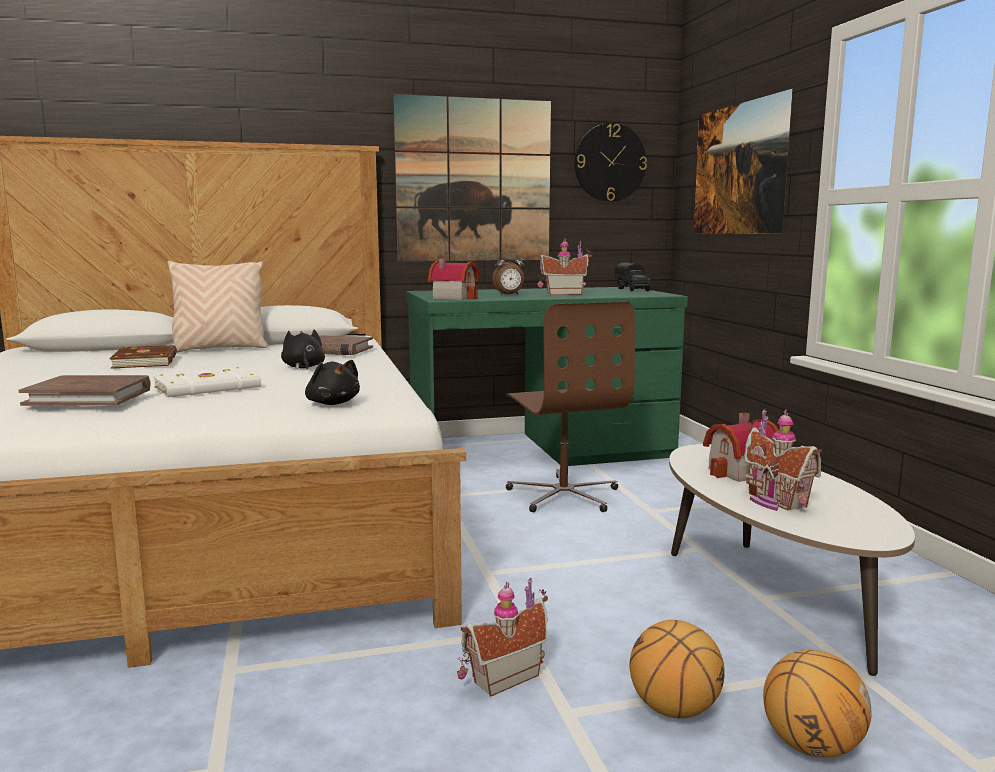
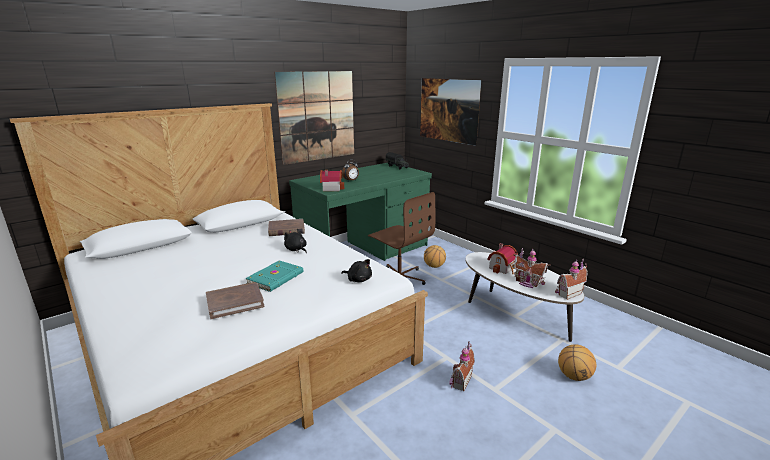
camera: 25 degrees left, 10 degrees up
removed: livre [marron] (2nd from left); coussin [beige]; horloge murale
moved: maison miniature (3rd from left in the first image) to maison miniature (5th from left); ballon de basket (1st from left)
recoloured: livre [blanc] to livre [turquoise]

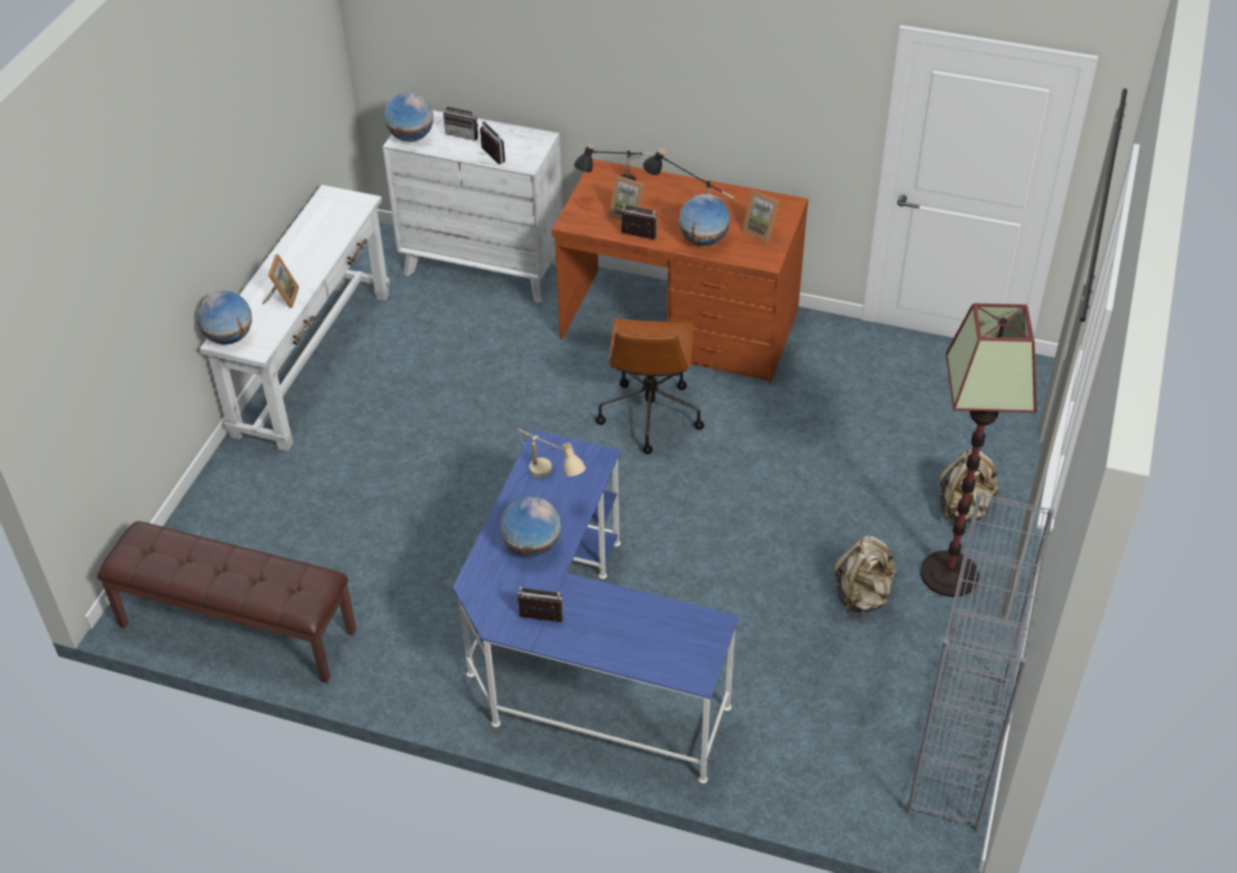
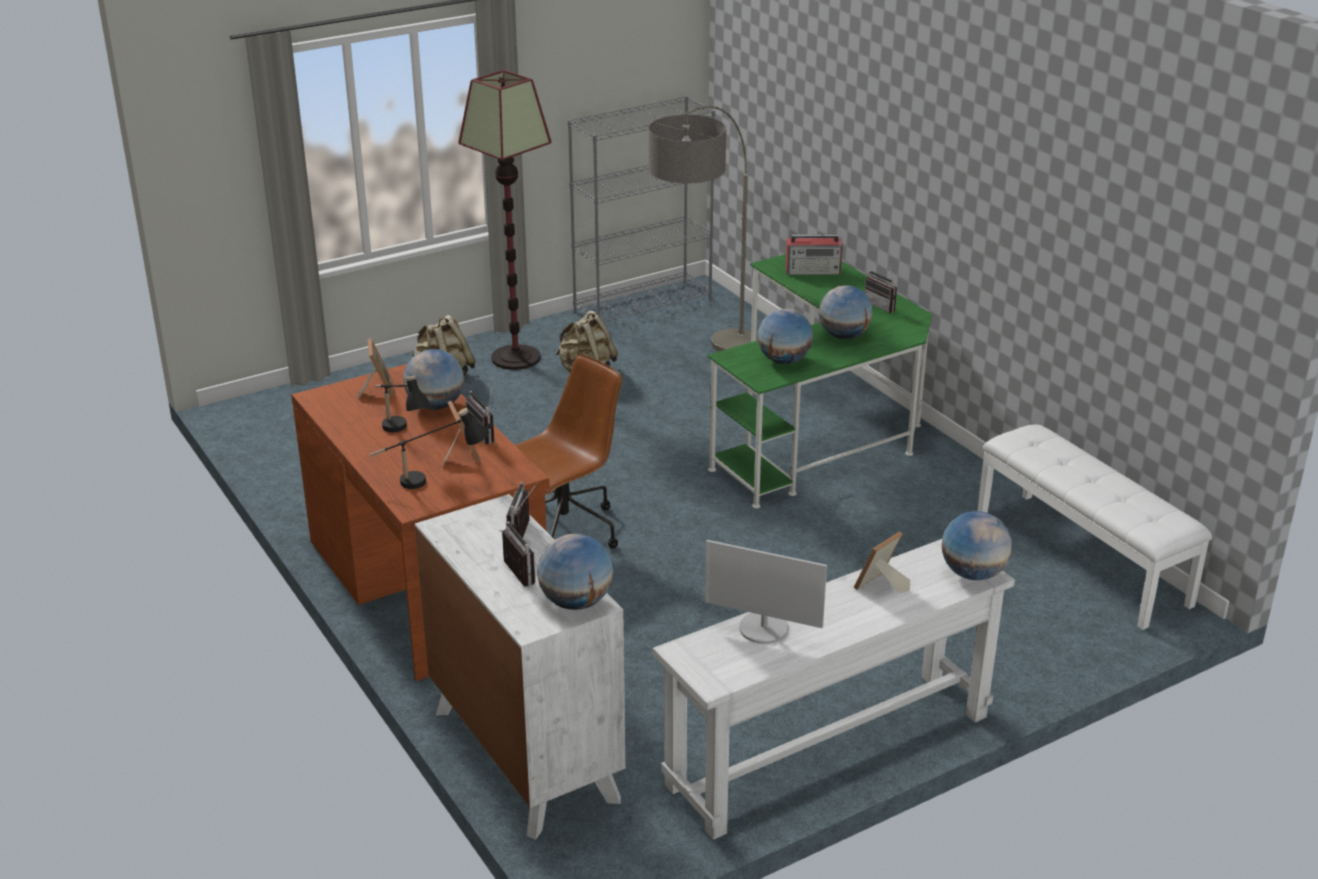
camera: 140 degrees left, 15 degrees down
added: lampadaire (2nd from left); écran d'ordinateur; radio (4th from left)
replaced: lampe de table [beige] to globe (3rd from left)
recoloured: banc [marron] to banc [blanc]; bureau [bleu] to bureau [vert]

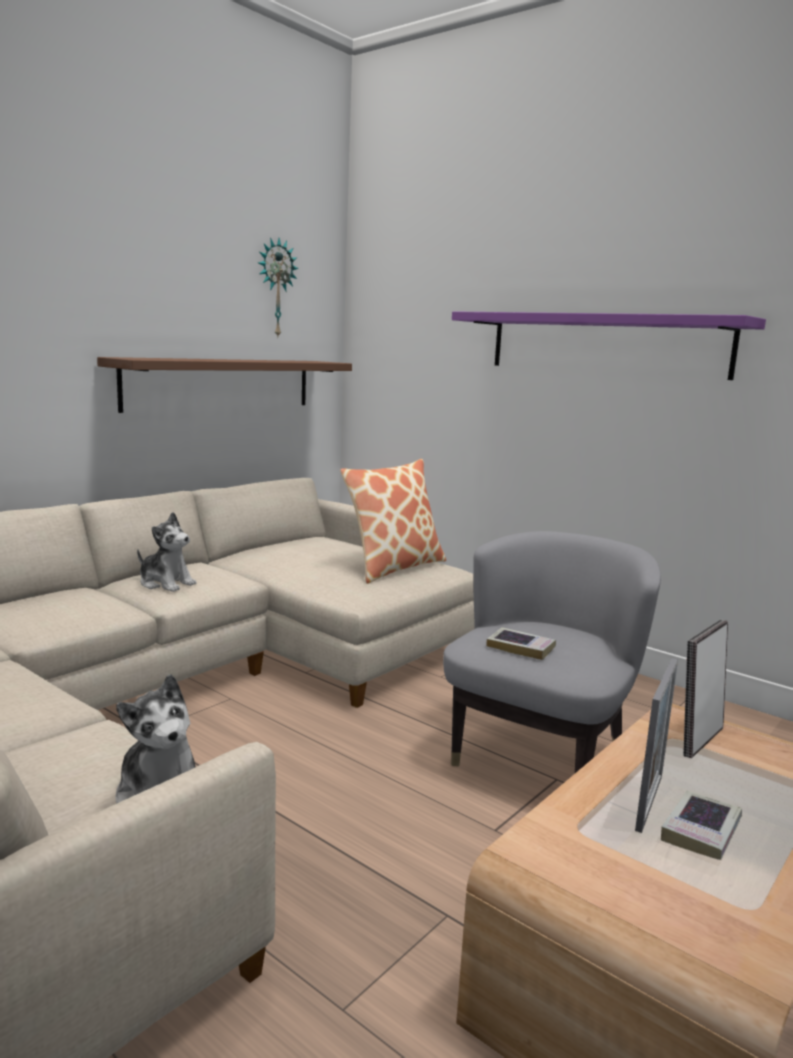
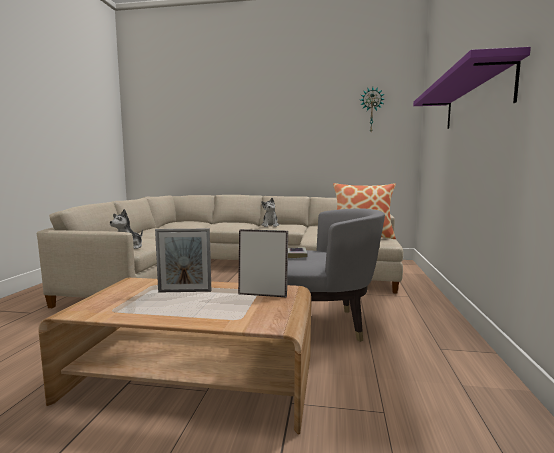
camera: 60 degrees right, 5 degrees down
removed: étagère [marron]; livre (2nd from left)

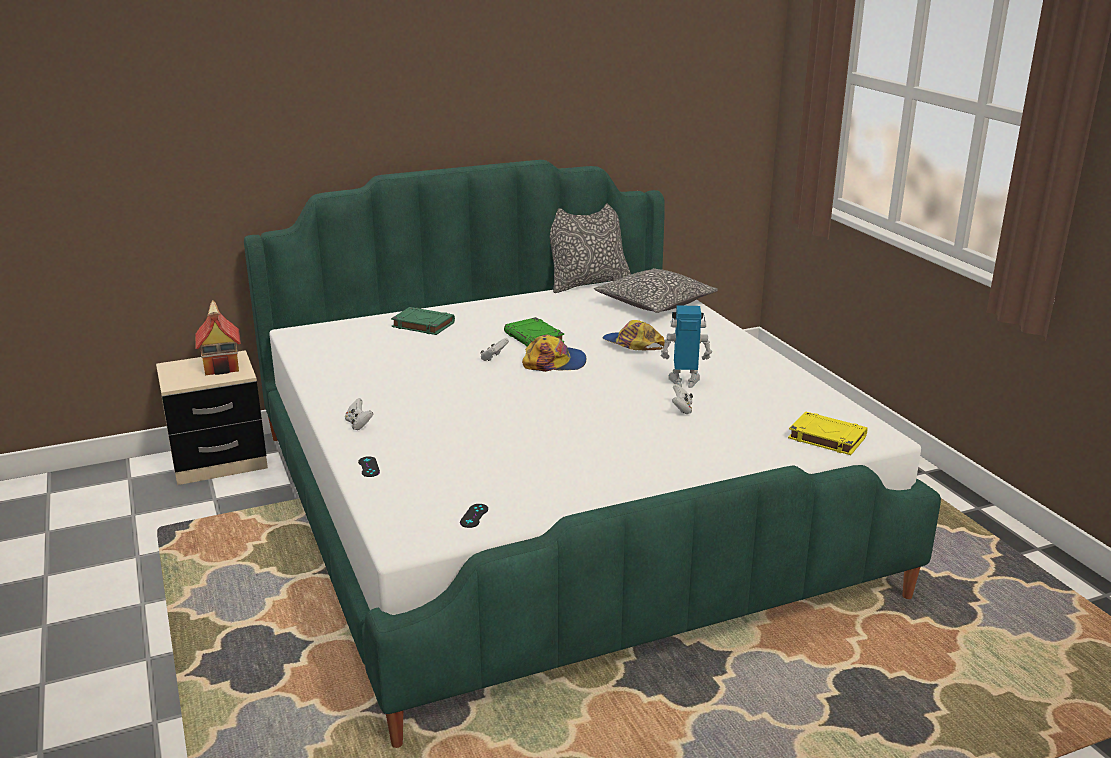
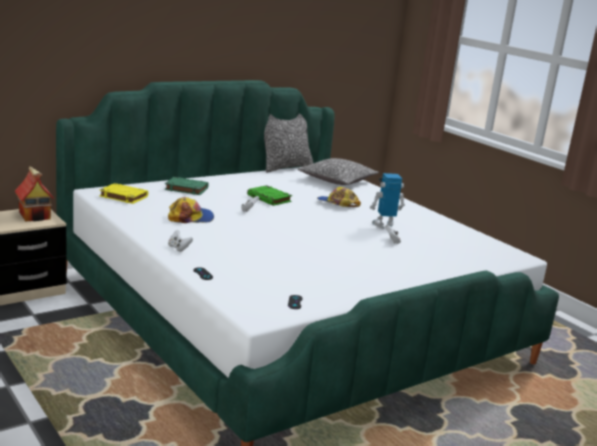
camera: 15 degrees left, 5 degrees down
moved: casquette (1st from left); livre [jaune]

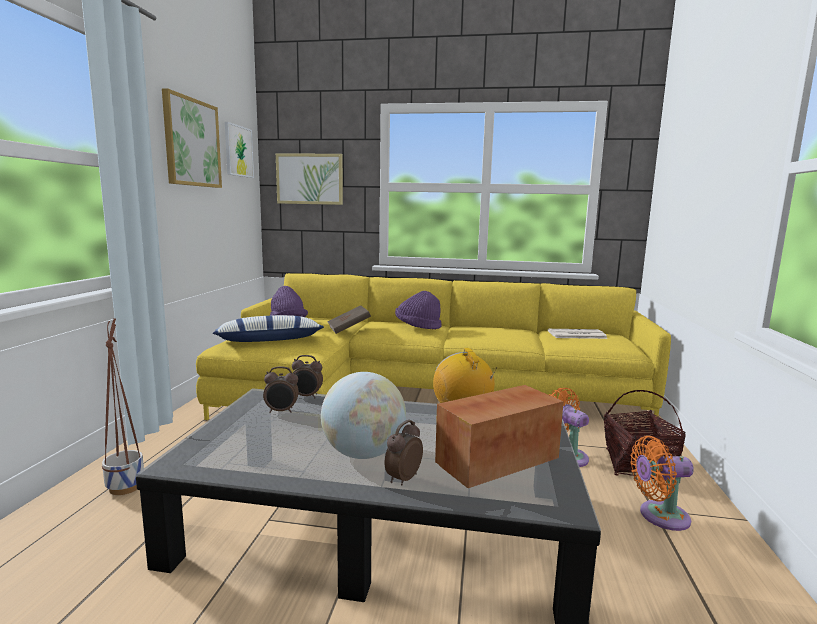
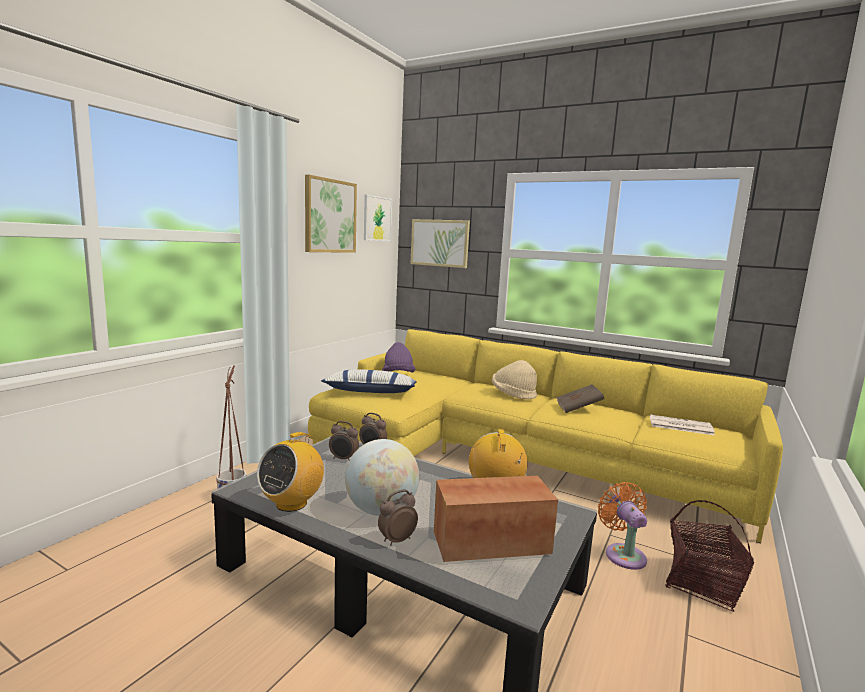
camera: 20 degrees right, 0 degrees up
removed: ventilateur [orange] (2nd from left)
added: radio (1st from left)
moved: livre [marron]
recoloured: chapeau [violet] (2nd from left) to chapeau [beige]

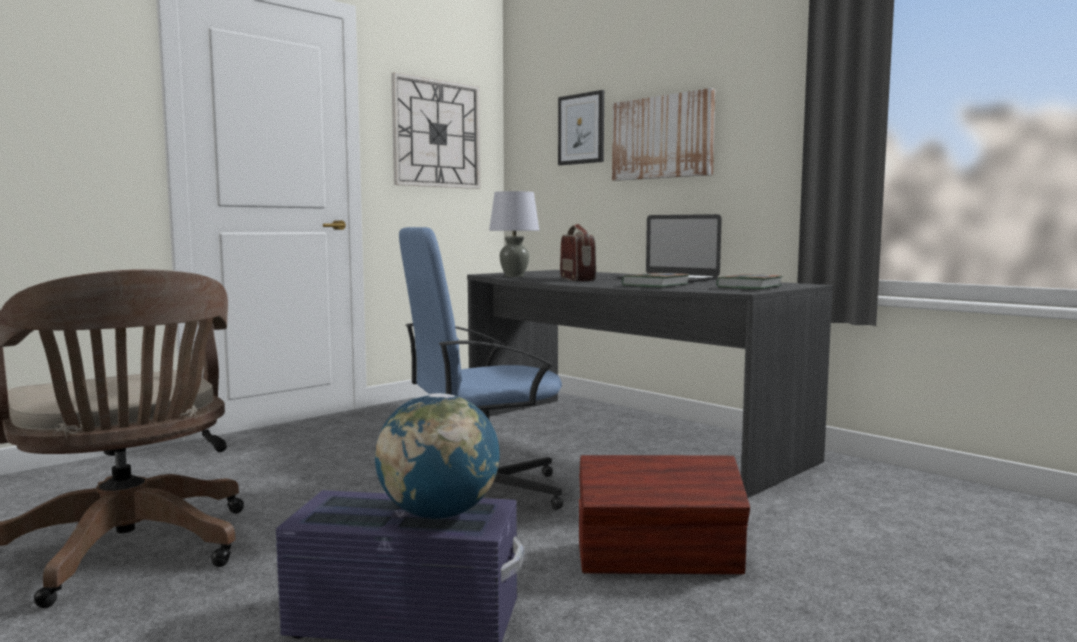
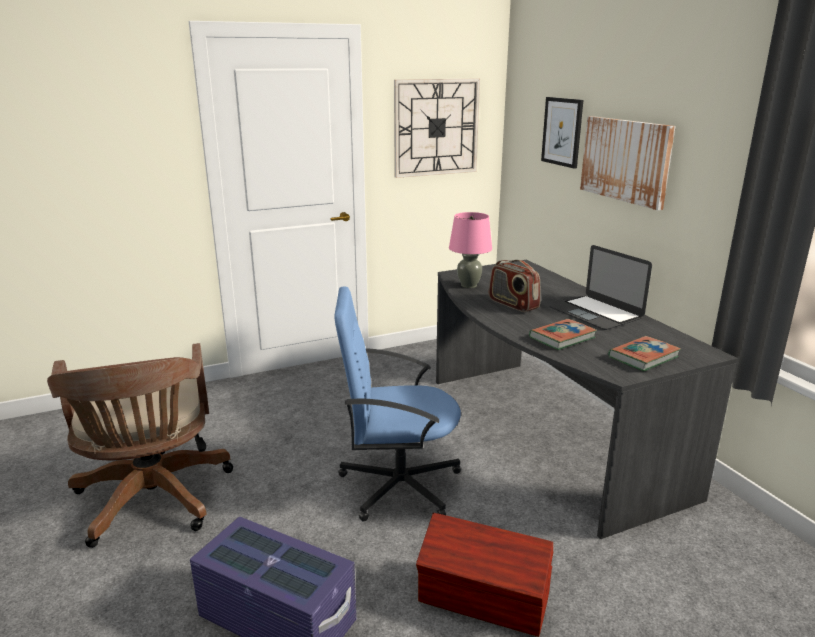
camera: 20 degrees right, 15 degrees up
removed: globe
recoloured: lampe de table [gris] to lampe de table [rose]
turned: radio 135 degrees clockwise

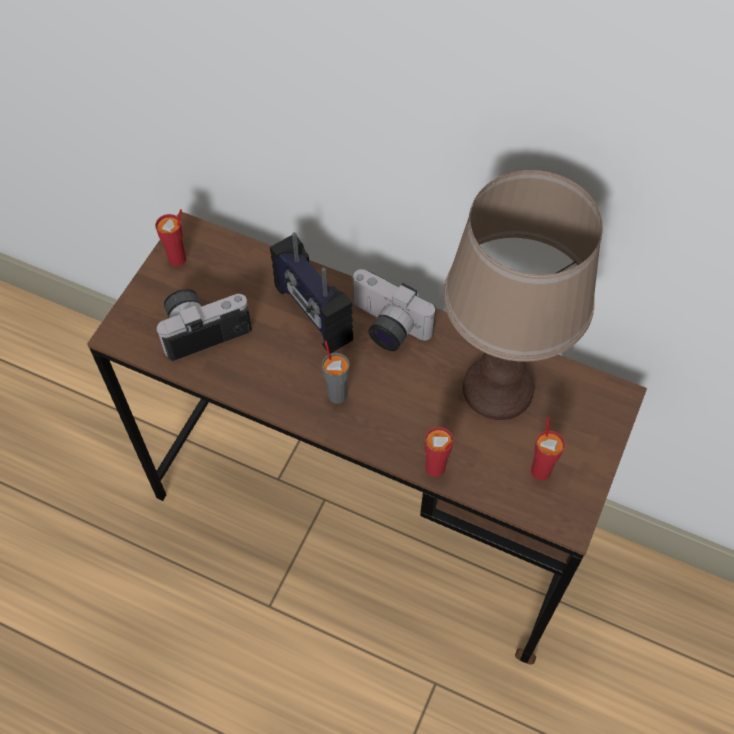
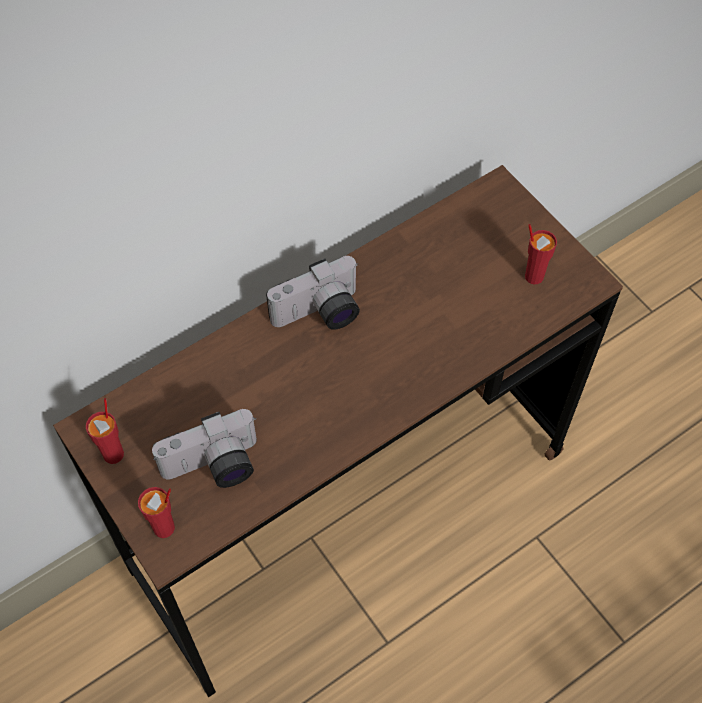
camera: 60 degrees left, 0 degrees up
removed: radio; tasse [gris]; lampe de table [marron]
moved: tasse [rouge] (2nd from left)
turned: appareil photo (1st from left) 120 degrees counterclockwise

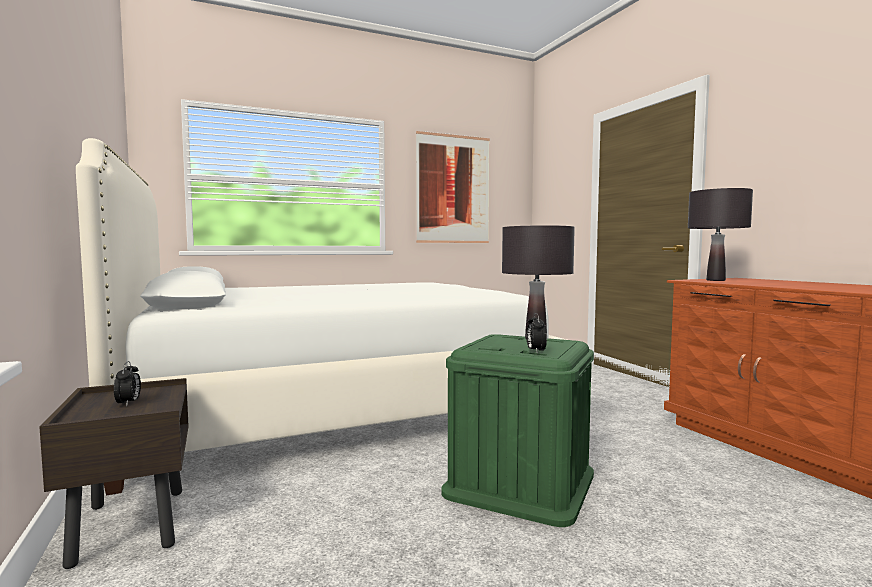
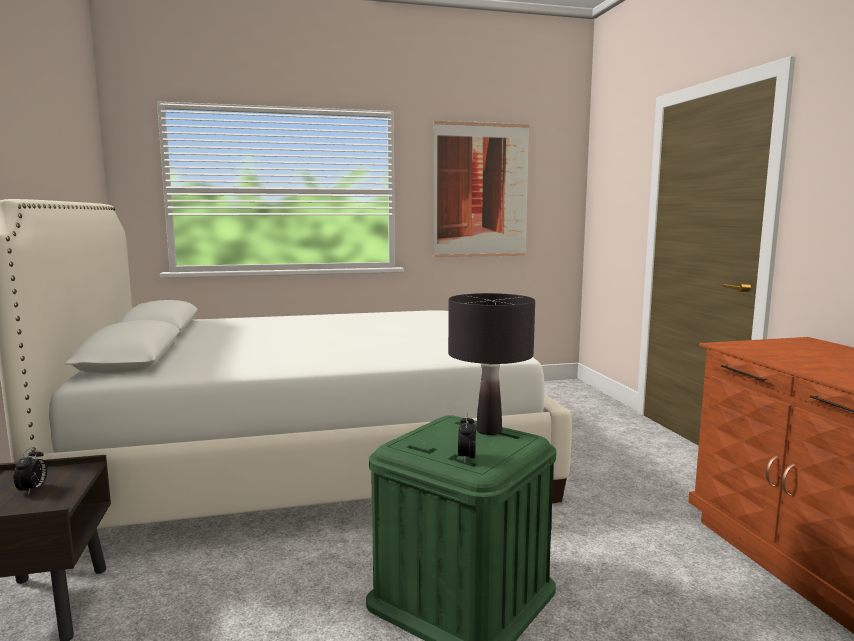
camera: 10 degrees right, 5 degrees up
removed: lampe de table [noir] (2nd from left)

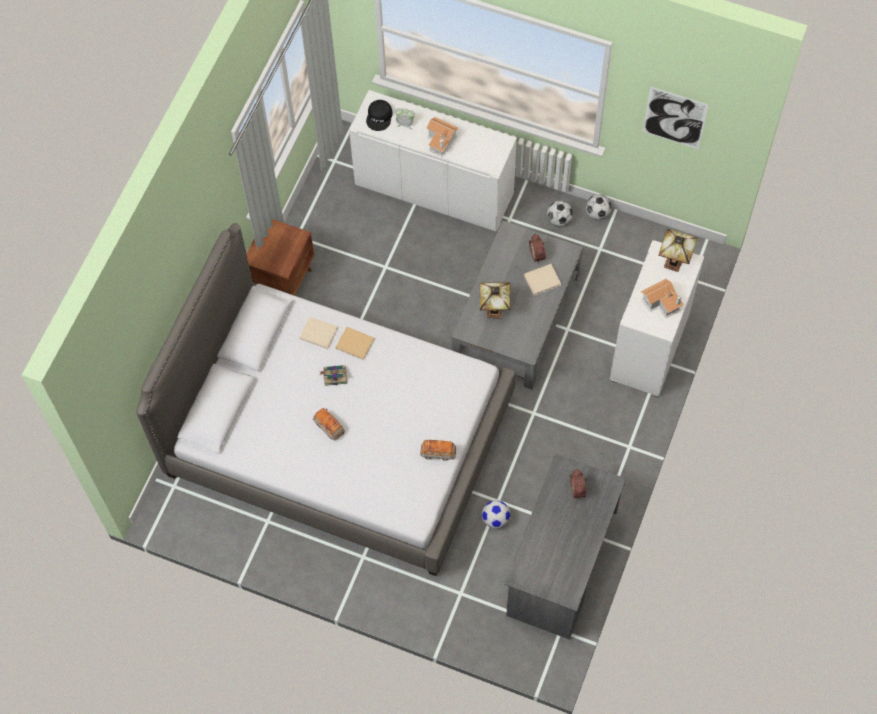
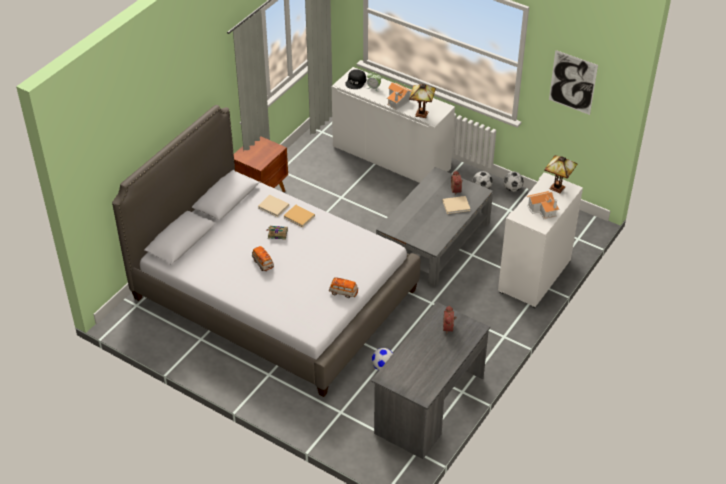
camera: 10 degrees right, 20 degrees down
moved: lampe de table (1st from left)

